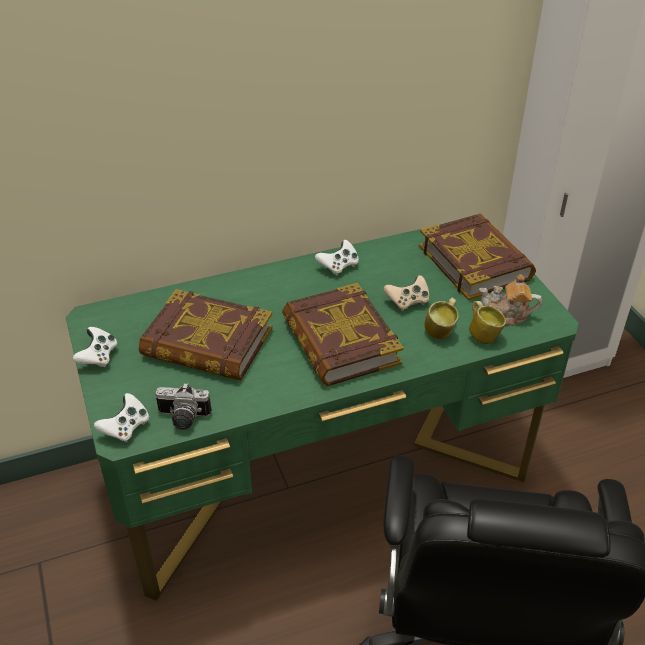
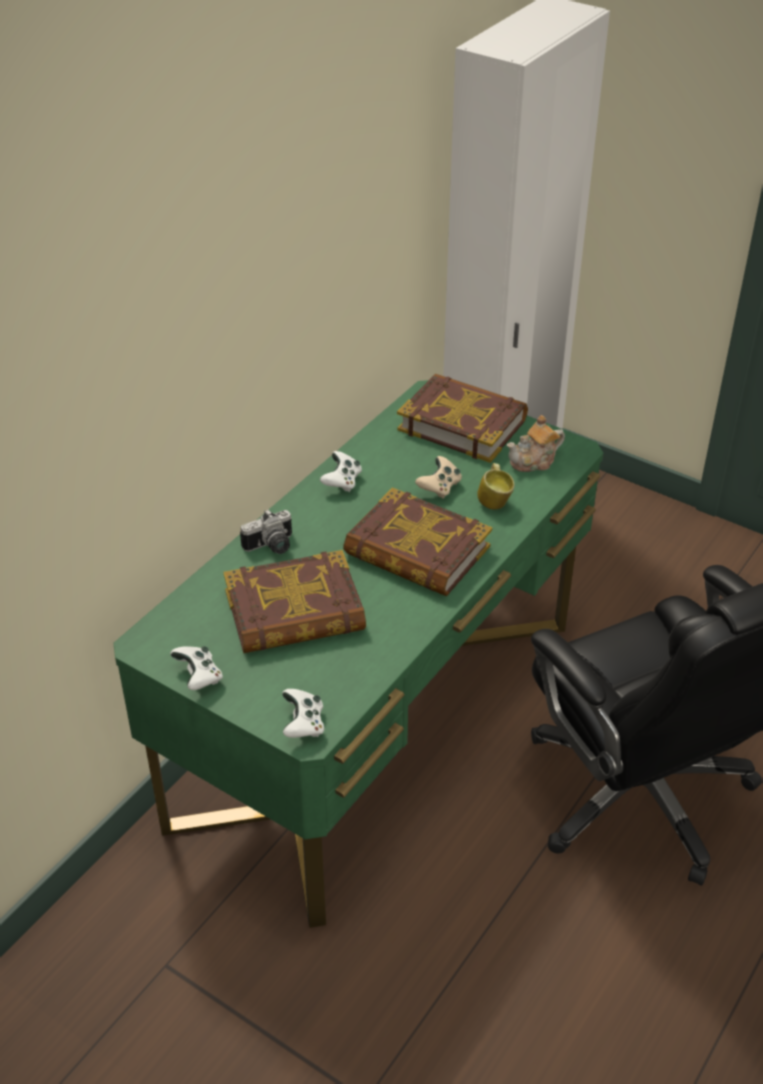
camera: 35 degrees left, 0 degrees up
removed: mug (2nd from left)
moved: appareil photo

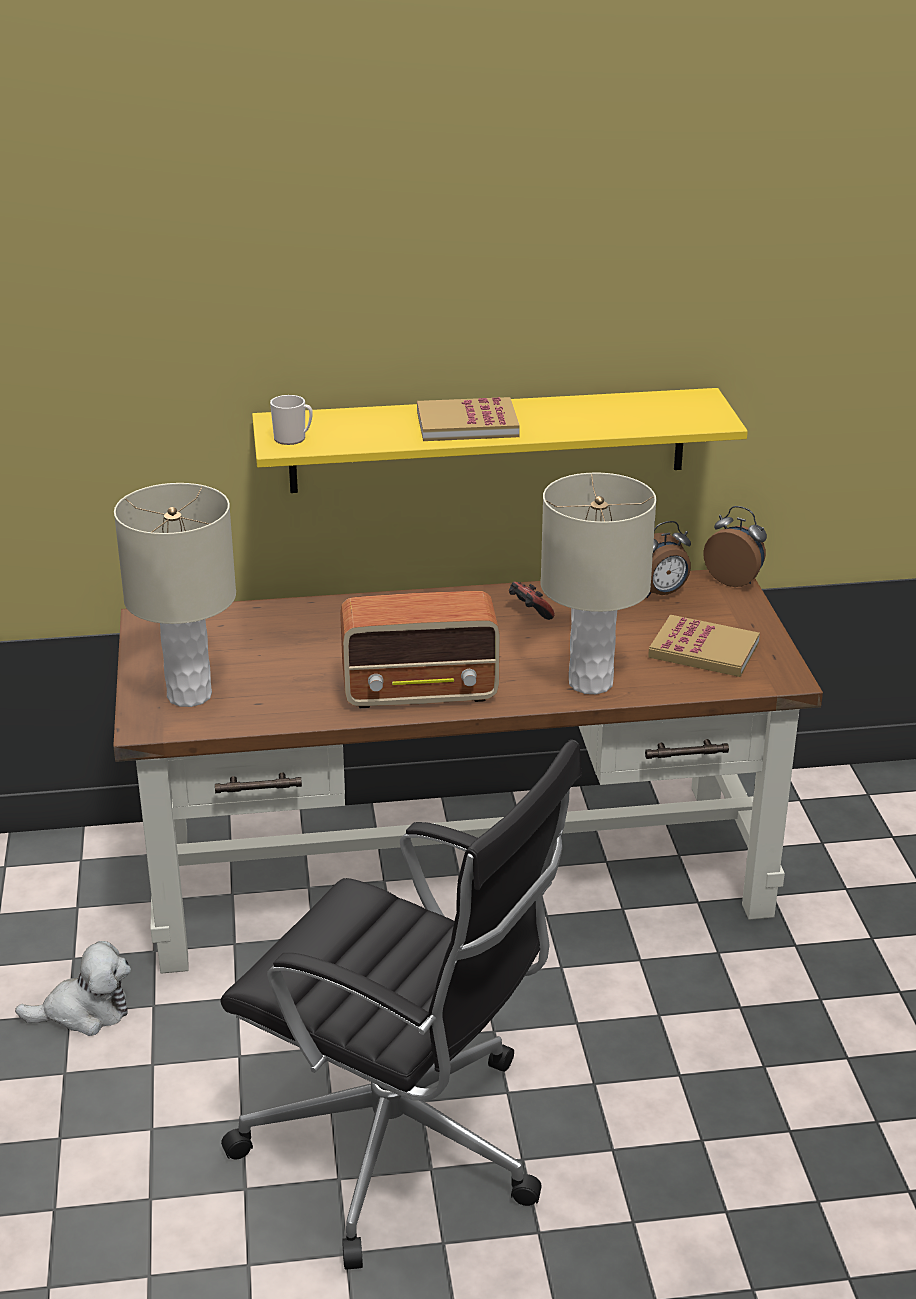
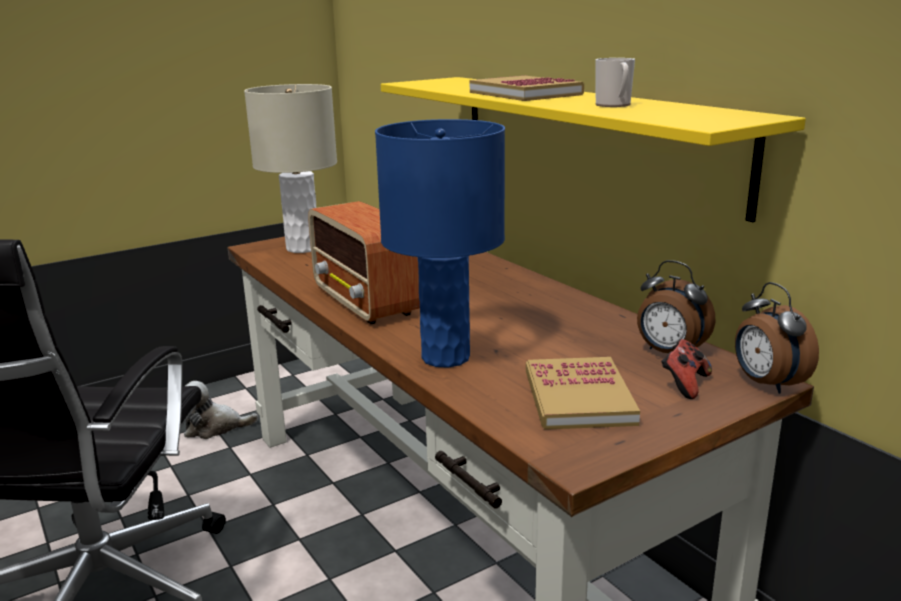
camera: 65 degrees right, 10 degrees down
moved: mug; manette
recoloured: lampe de table [beige] (2nd from left) to lampe de table [bleu]
turned: peluche 120 degrees clockwise; réveil (2nd from left) 150 degrees clockwise

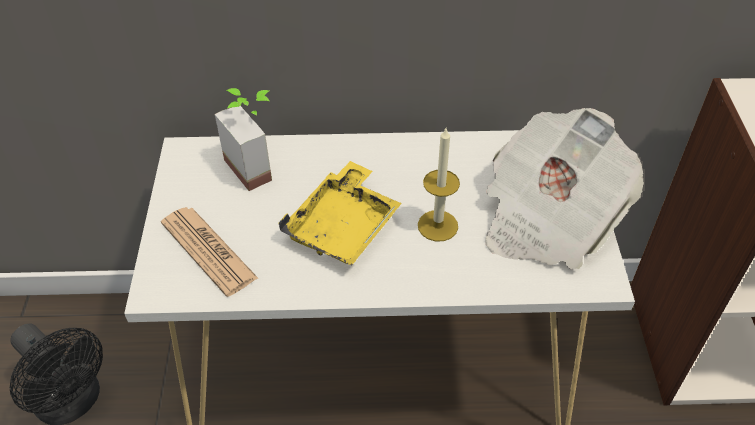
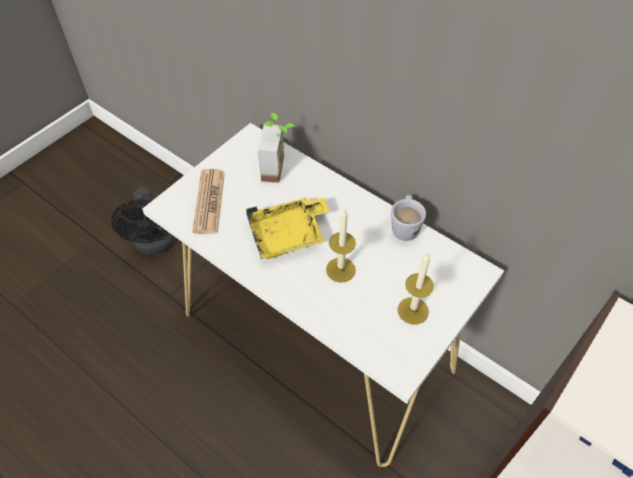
camera: 40 degrees right, 5 degrees up
added: mug [blanc]
replaced: journal (2nd from left) to bougie (2nd from left)

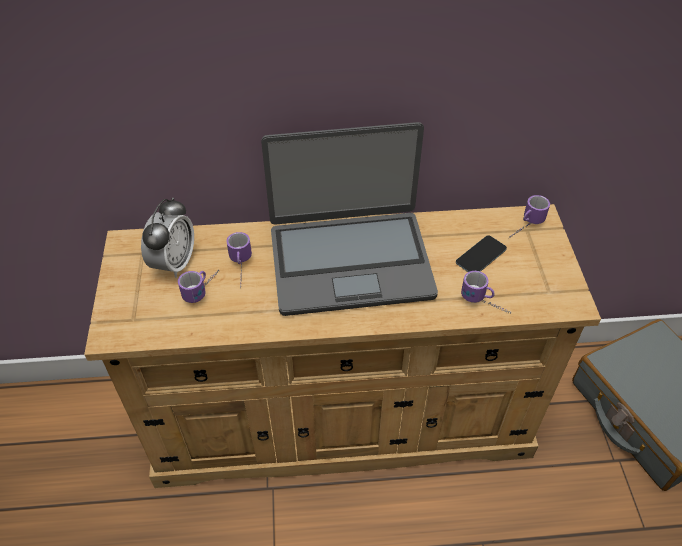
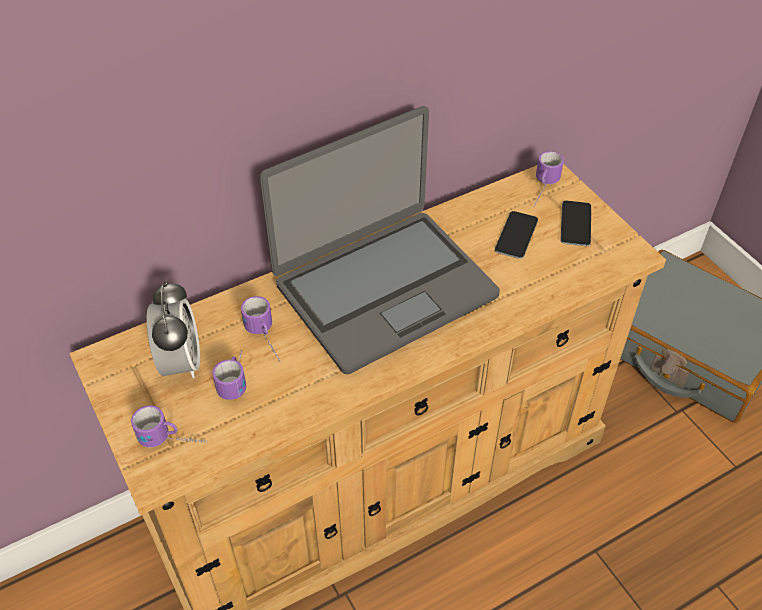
camera: 25 degrees left, 0 degrees up
added: téléphone (2nd from left)
moved: mug (3rd from left in the first image) to mug (1st from left)

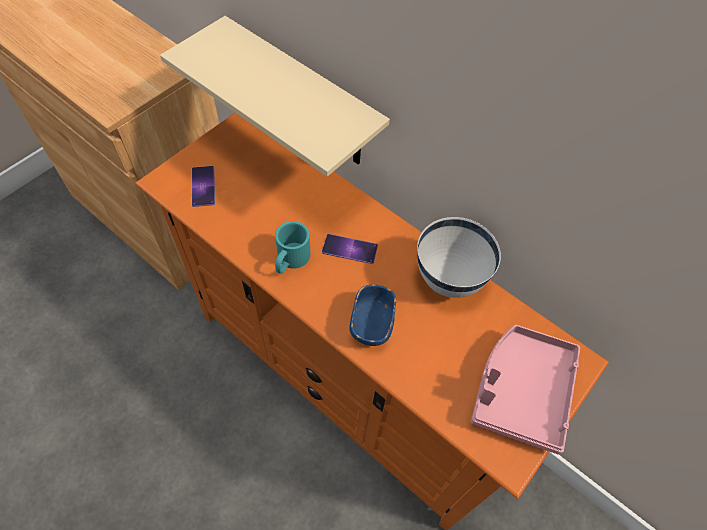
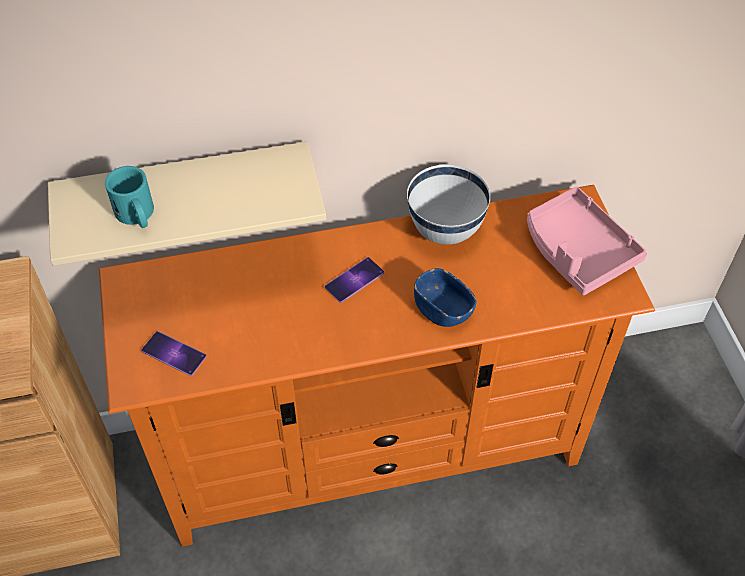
camera: 50 degrees left, 5 degrees down
moved: mug [turquoise]

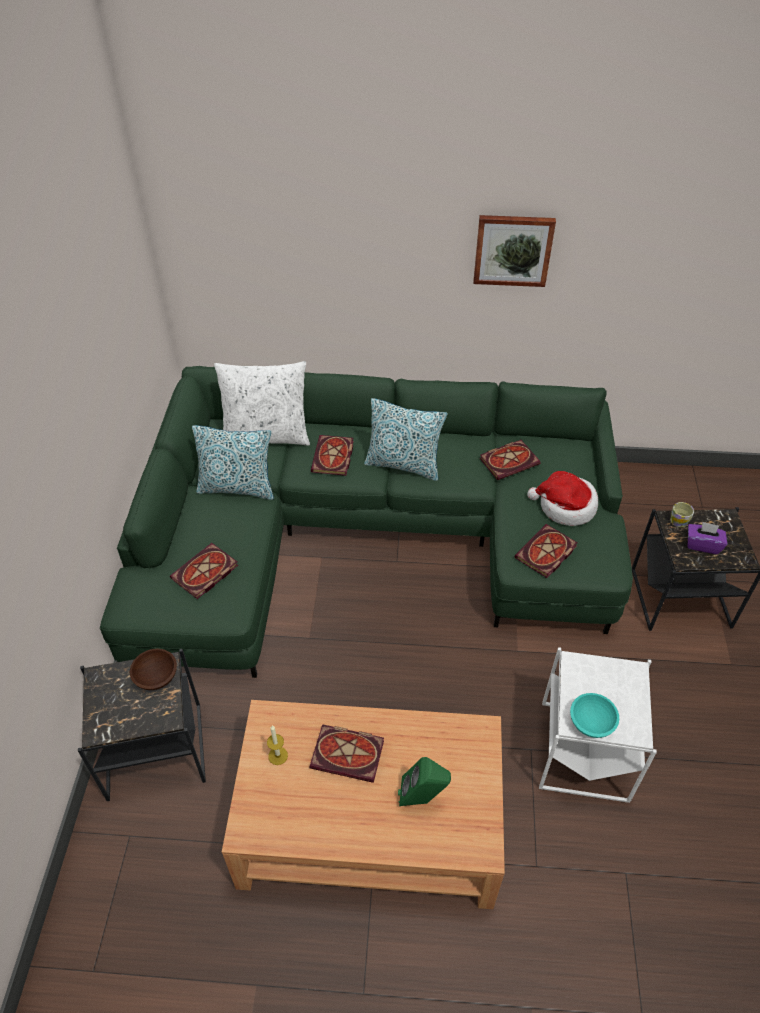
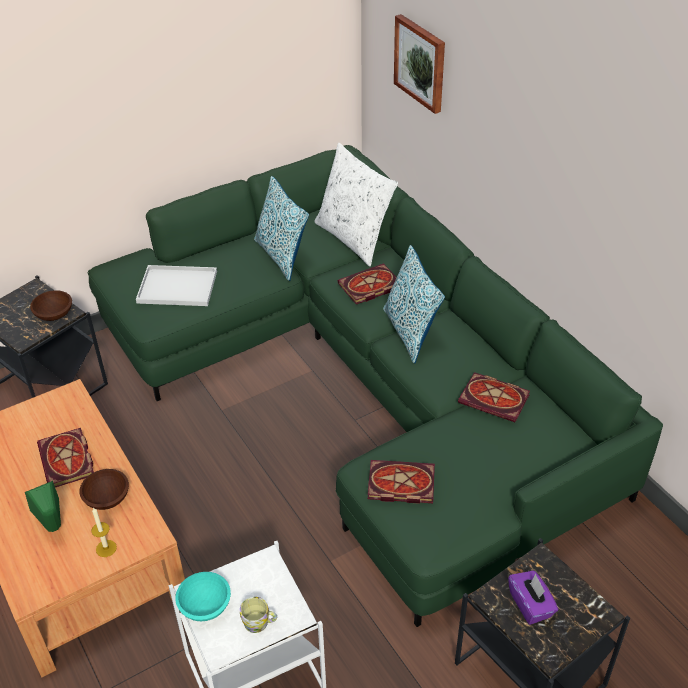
camera: 55 degrees right, 5 degrees down
removed: chapeau
added: bol [marron] (2nd from left)
moved: bougie; tableau; mug
replaced: livre (1st from left) to plateau [blanc]

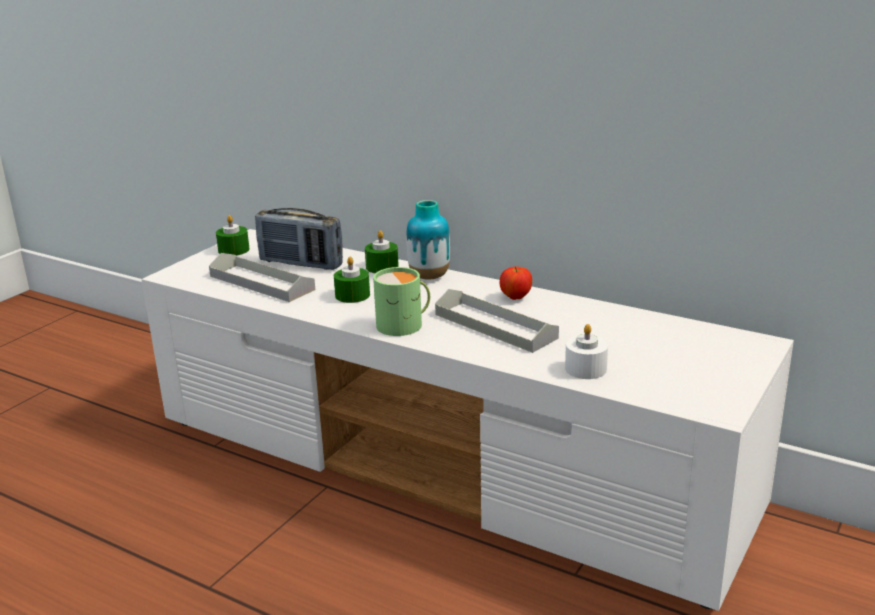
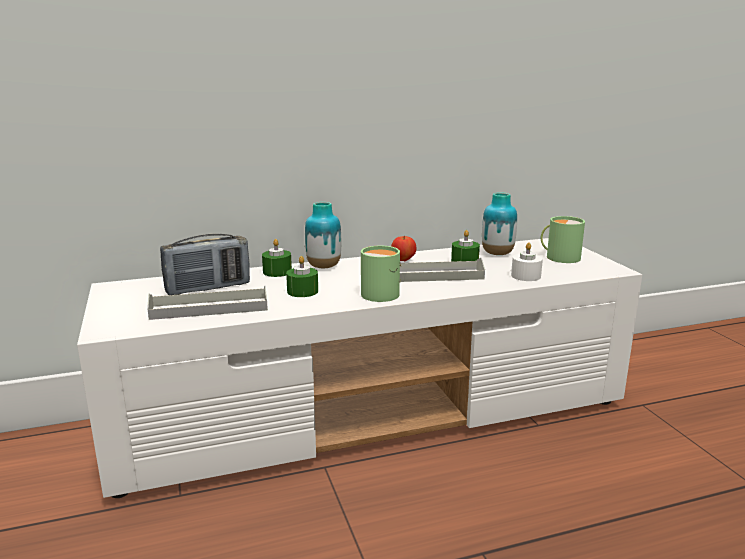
camera: 50 degrees left, 5 degrees down
added: vase (2nd from left); mug [vert] (2nd from left)
moved: bougie [vert] (1st from left in the first image) to bougie [vert] (3rd from left)

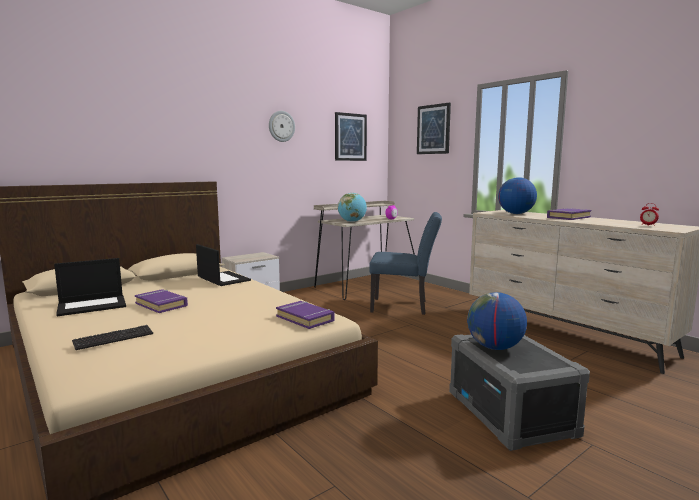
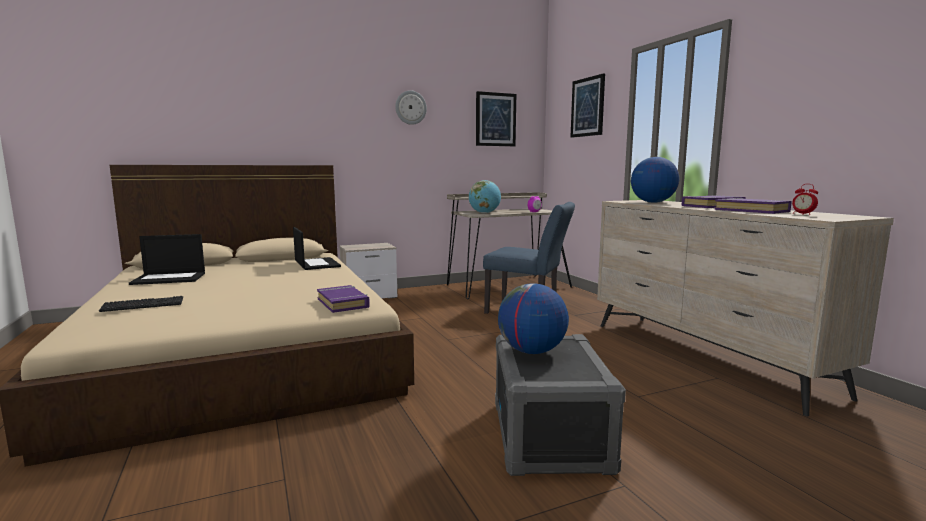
camera: 15 degrees right, 0 degrees up
moved: livre [violet] (1st from left in the first image) to livre [violet] (3rd from left)

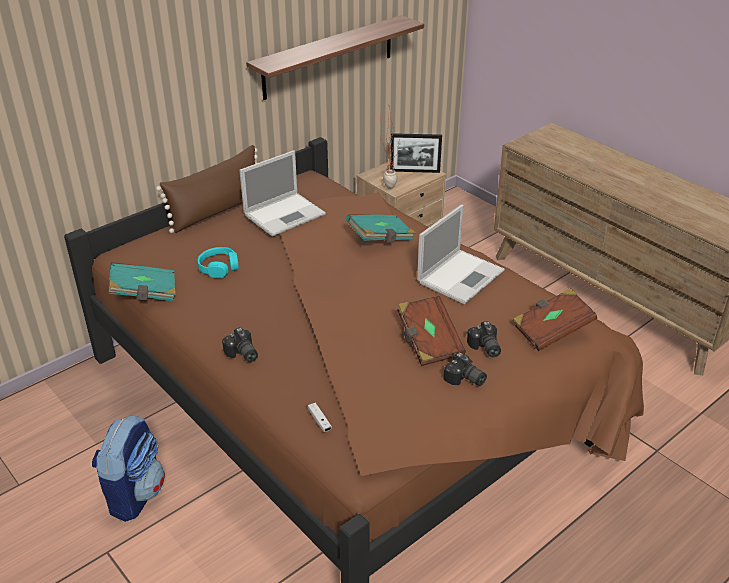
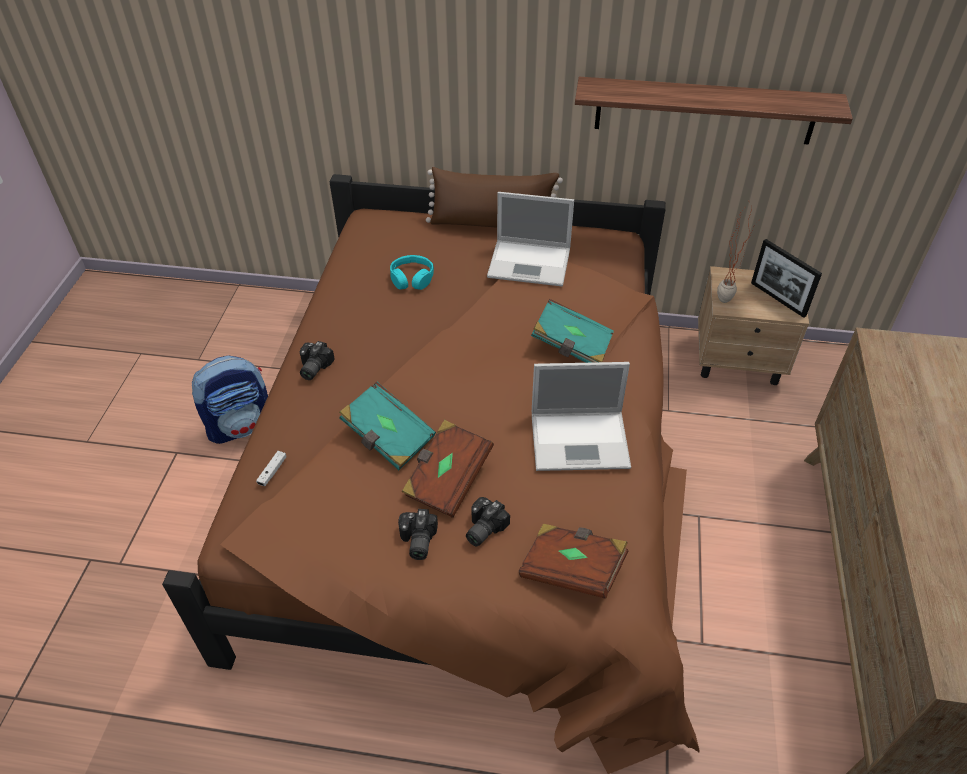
camera: 50 degrees right, 10 degrees up
moved: livre [turquoise] (1st from left)

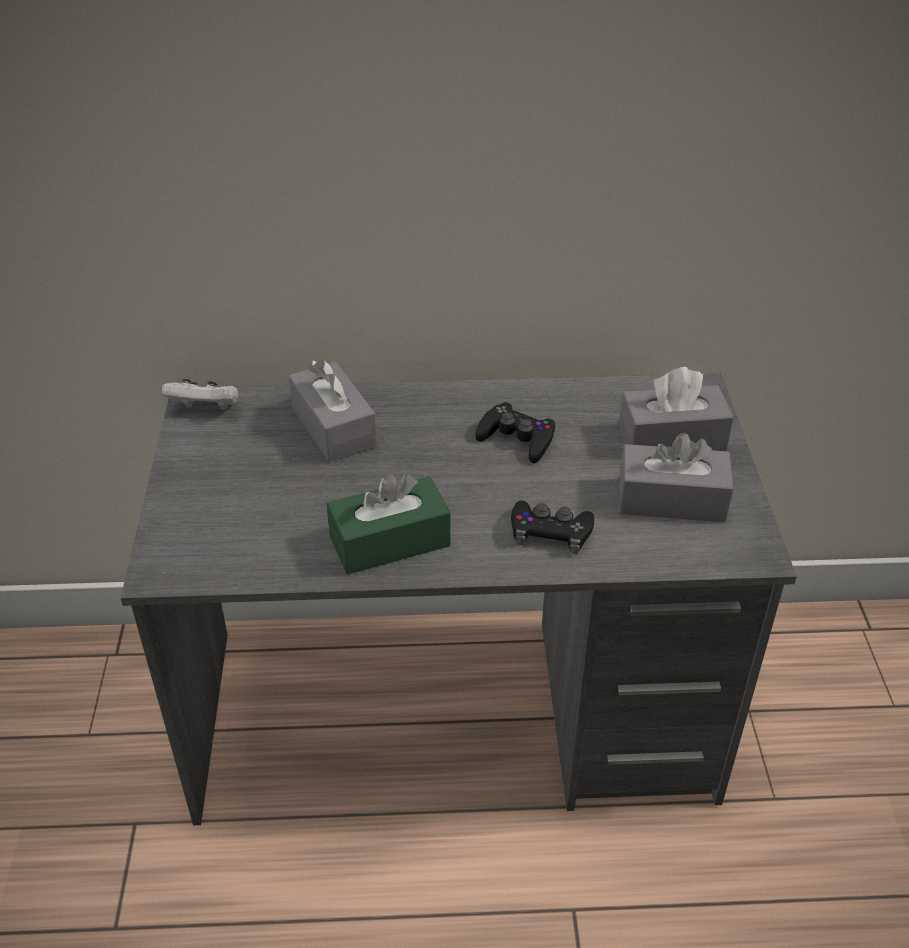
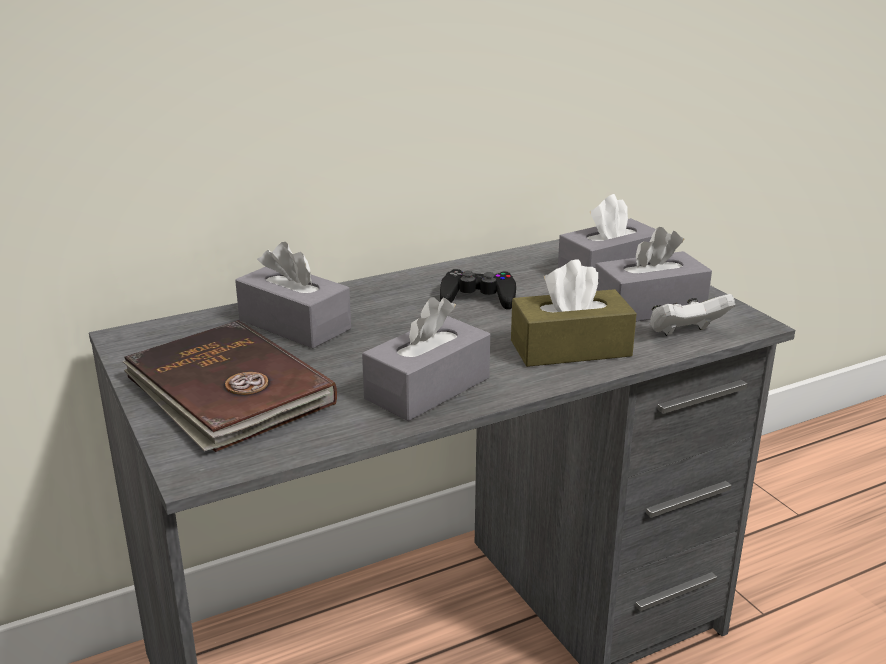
camera: 25 degrees left, 15 degrees down
added: livre [marron]
moved: manette [blanc]
replaced: manette [noir] (2nd from left) to boîte à mouchoirs [marron]
recoloured: boîte à mouchoirs [vert] to boîte à mouchoirs [gris] (2nd from left)

